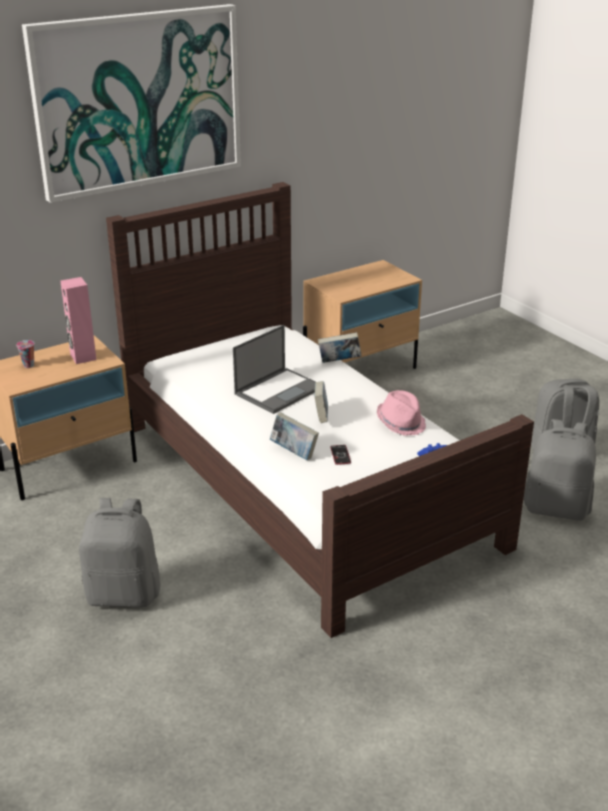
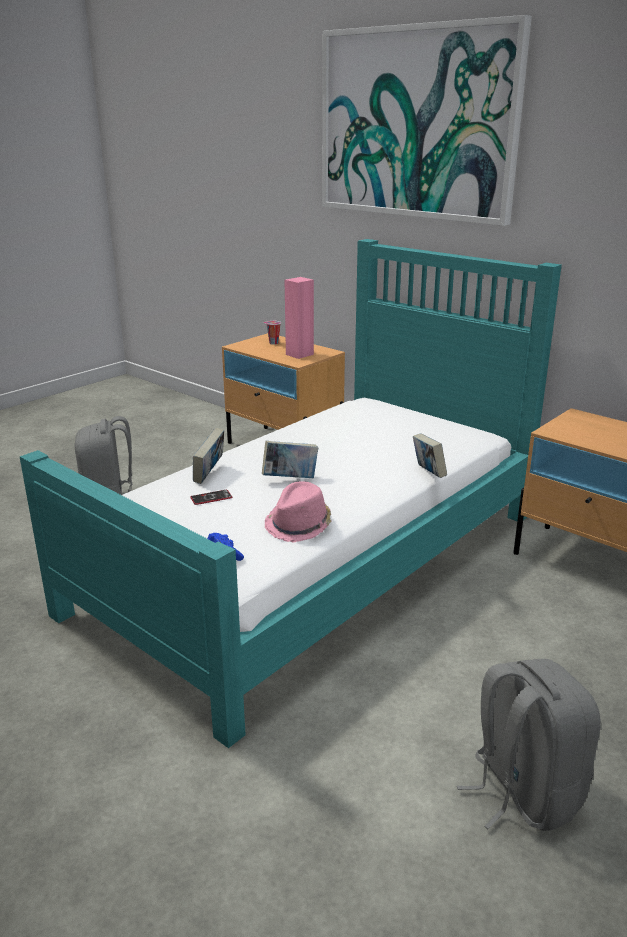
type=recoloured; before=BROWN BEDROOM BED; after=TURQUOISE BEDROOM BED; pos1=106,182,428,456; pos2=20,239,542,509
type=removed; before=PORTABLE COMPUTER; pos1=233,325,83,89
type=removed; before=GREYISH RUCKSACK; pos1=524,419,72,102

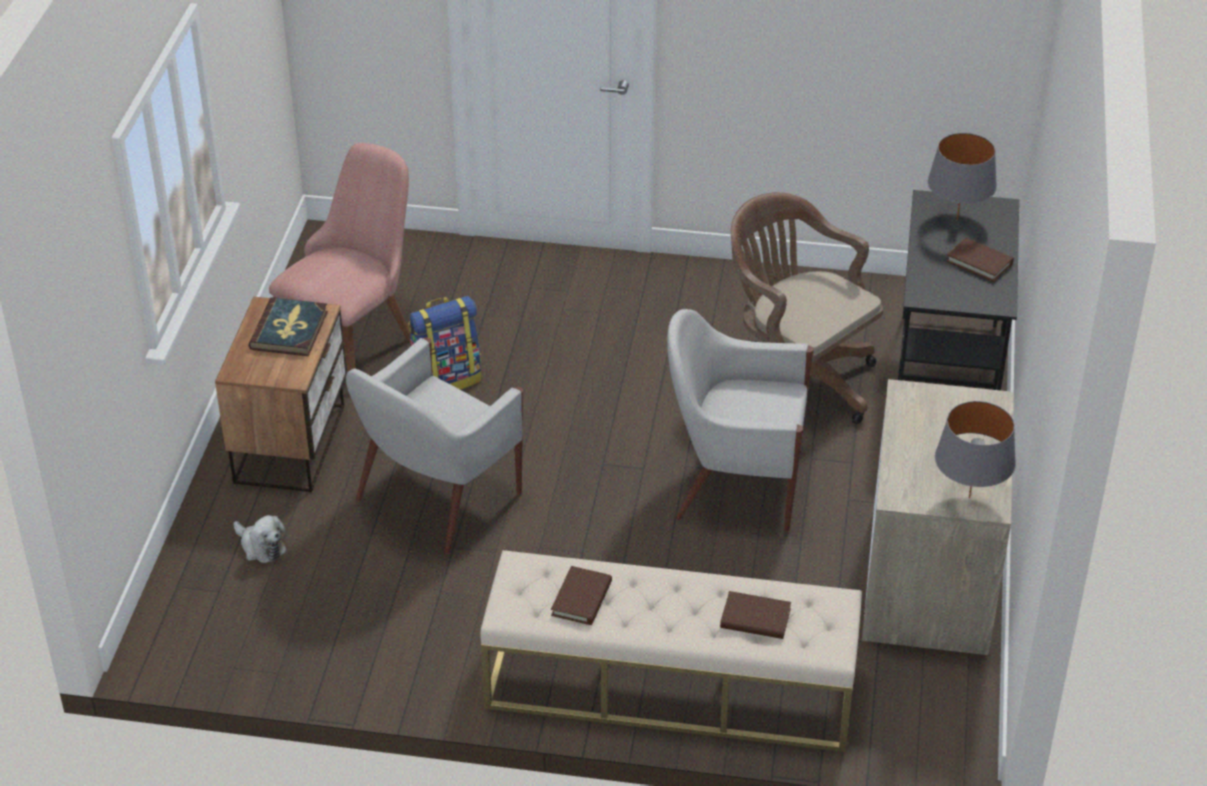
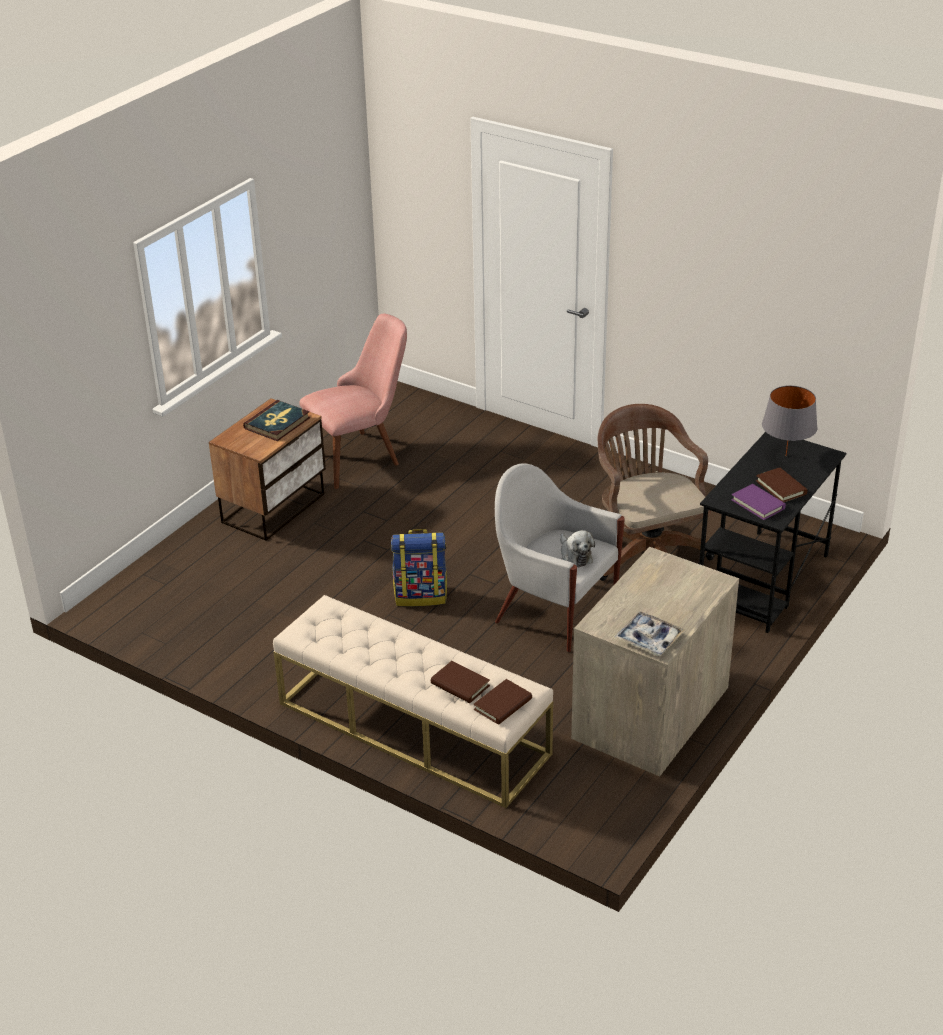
type=moved; before=RUCKSACK; pos1=408,296,73,94; pos2=391,529,56,78
type=moved; before=BROWN BOUND BOOK; pos1=551,566,61,59; pos2=473,679,59,46
type=moved; before=CUDDLY TOY; pos1=234,515,53,48; pos2=560,530,35,37
type=replaced; before=GREYISH TABLE LAMP; after=TRAY; pos1=935,401,81,98; pos2=615,611,70,45
type=added; after=PURPLE-COLOURED BOUND BOOK; pos2=731,484,55,36
type=removed; before=WHITE-COLOURED LOUNGE CHAIR; pos1=346,337,177,217

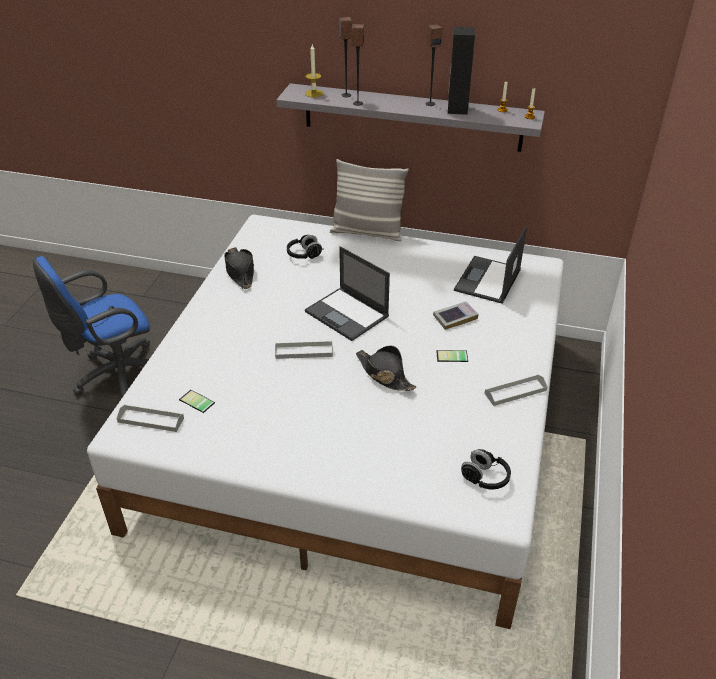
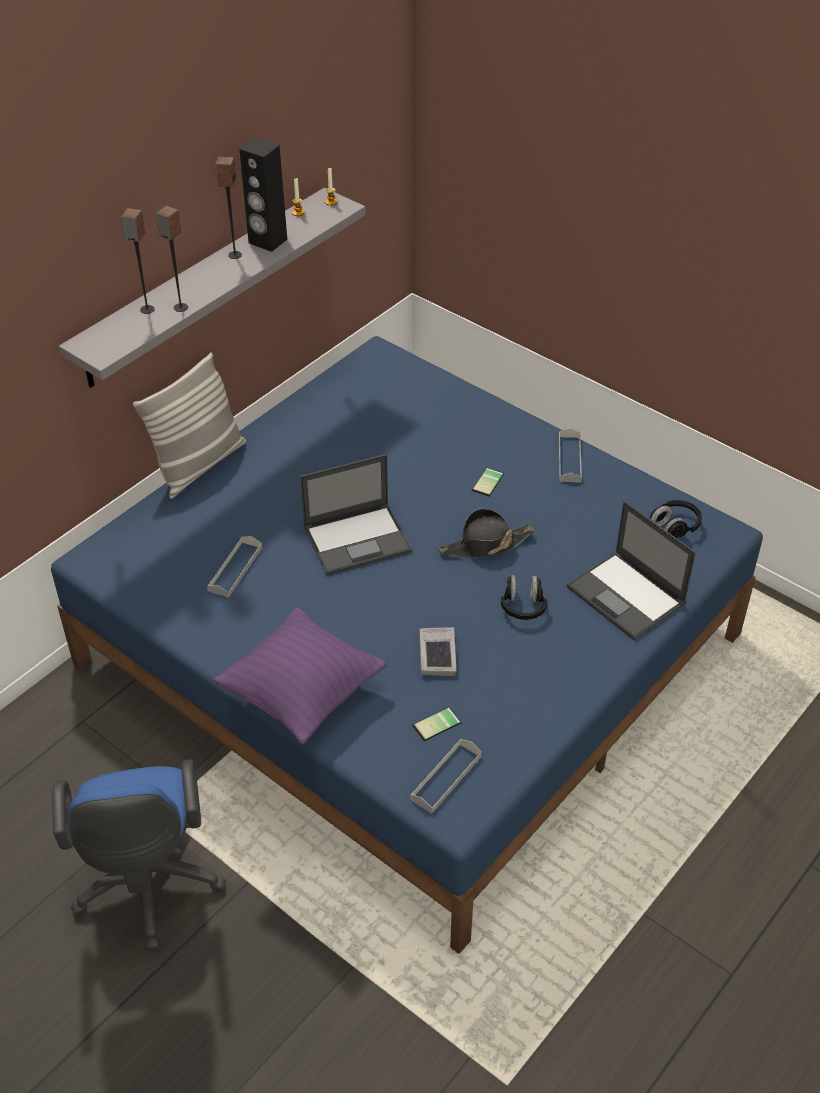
type=recoloured; before=WHITE-COLOURED BEDROOM BED; after=BLUE BEDROOM BED; pos1=87,215,477,414; pos2=51,336,712,618
type=moved; before=GREYISH TRAY; pos1=275,341,58,18; pos2=207,536,55,62
type=added; after=PURPLE-COLOURED CUSHION; pos2=213,607,174,137
type=moved; before=BOUND BOOK; pos1=433,301,46,29; pos2=419,627,38,49
type=moved; before=BLACKISH PAIR OF HEADPHONES; pos1=287,235,37,24; pos2=501,575,47,45
type=moved; before=PORTABLE COMPUTER; pos1=454,227,73,77; pos2=567,501,129,139
type=removed; before=BLACKISH CLOTHING HAT; pos1=224,247,30,42
type=removed; before=WAX LIGHT; pos1=305,44,18,54

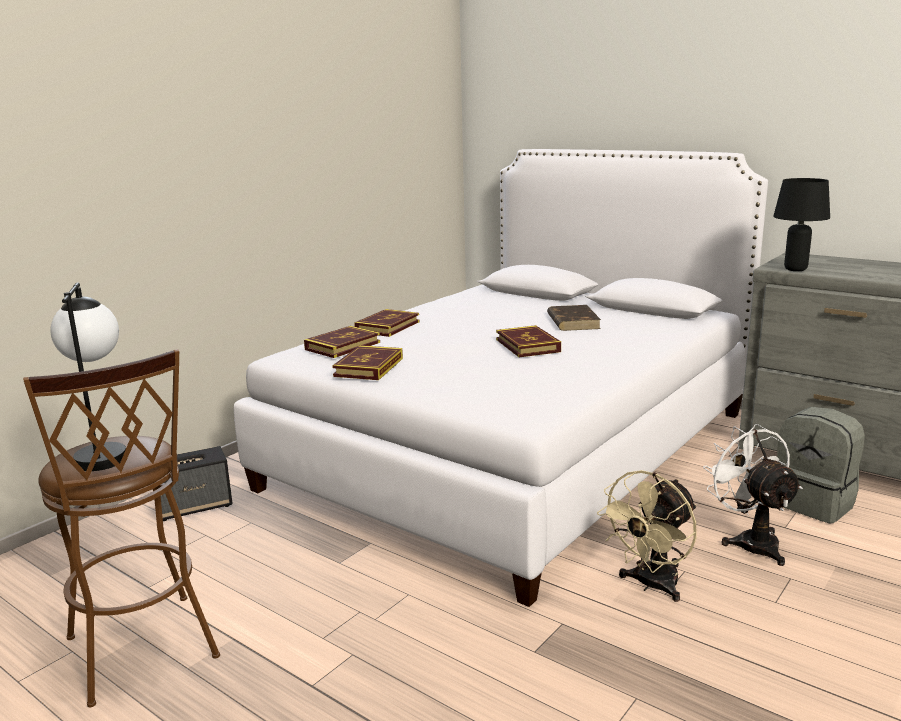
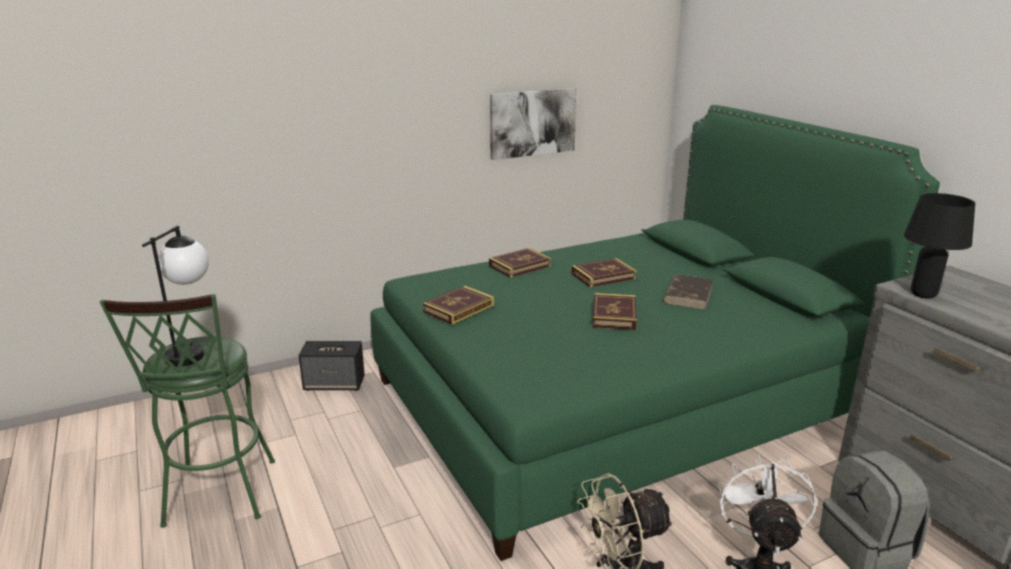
type=recoloured; before=BROWN STOOL SEAT; after=GREEN STOOL SEAT; pos1=23,349,197,358; pos2=100,294,175,234
type=recoloured; before=WHITE-COLOURED BEDROOM BED; after=GREEN BEDROOM BED; pos1=234,149,534,458; pos2=371,105,569,456
type=added; after=WALL ART; pos2=490,88,87,72
type=moved; before=BOUND BOOK; pos1=304,326,76,32; pos2=571,258,66,29

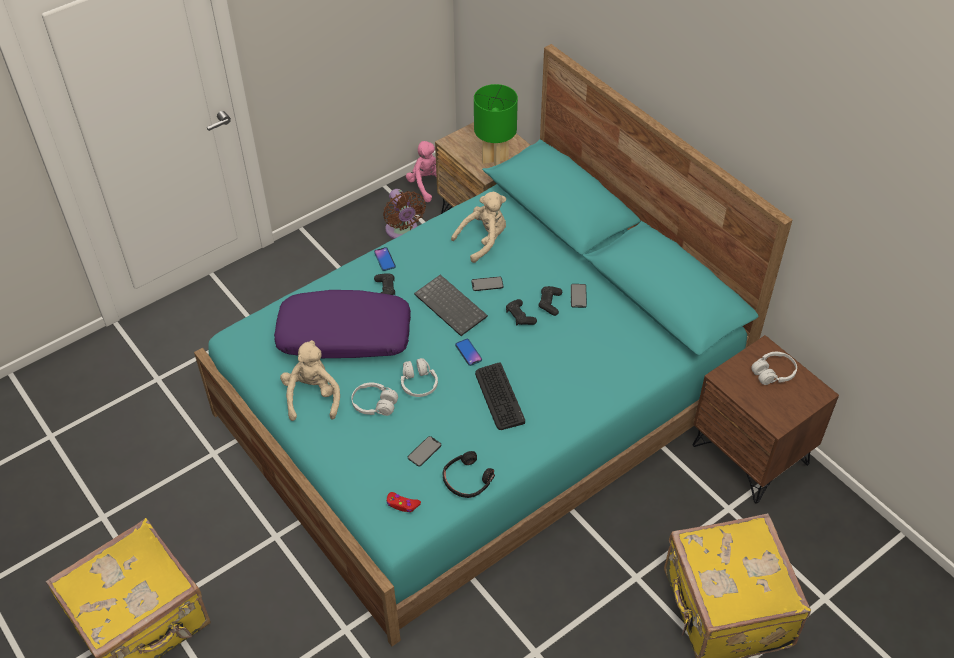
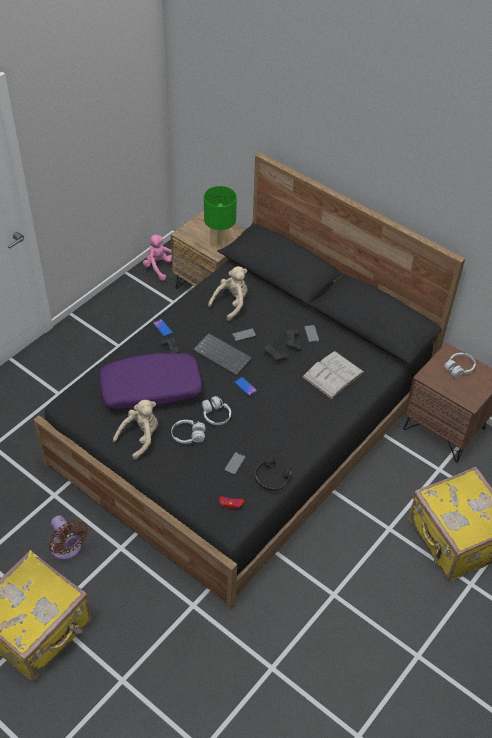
type=recoloured; before=TURQUOISE BEDROOM BED; after=BLACKISH BEDROOM BED; pos1=194,44,598,602; pos2=34,152,431,459
type=moved; before=BROWN FAN; pos1=383,189,43,50; pos2=49,515,39,45
type=turned; before=BEIGE CUDDLY TOY; pos1=280,340,60,81; pos2=113,400,45,60; turn=60
type=added; after=WHITE-COLOURED BOUND BOOK; pos2=302,351,62,48
type=removed; before=PC KEYBOARD; pos1=475,362,50,68

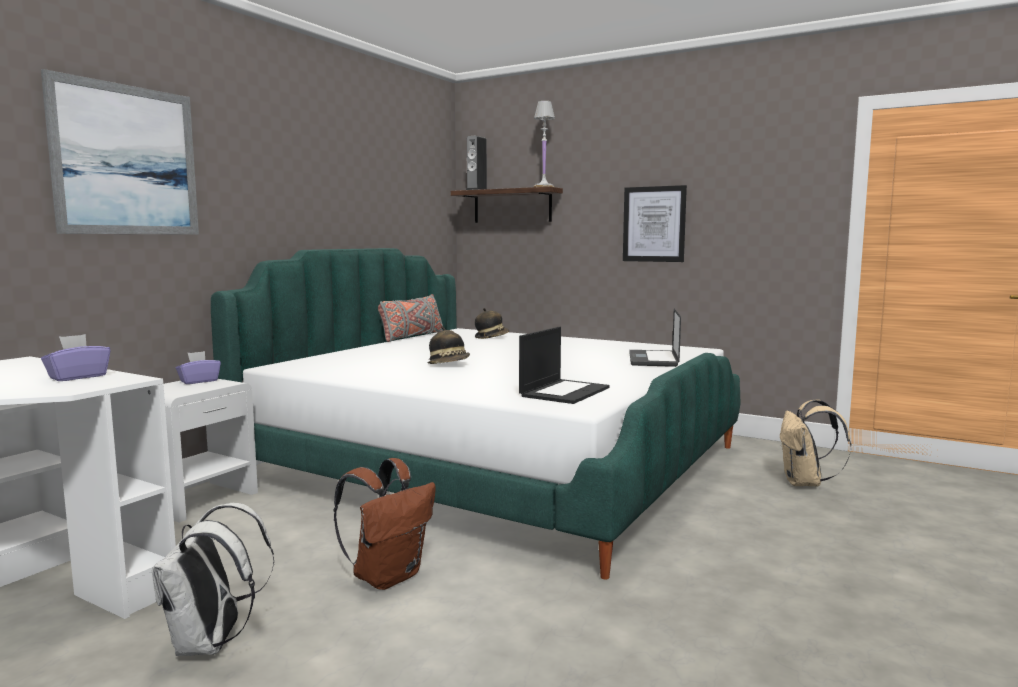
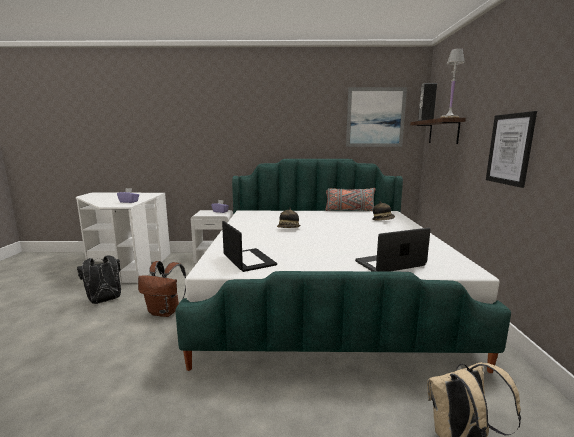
type=recoloured; before=WHITE-COLOURED RUCKSACK; after=BLACKISH RUCKSACK; pos1=152,503,122,153; pos2=77,255,44,49
type=turned; before=PORTABLE COMPUTER; pos1=519,327,91,77; pos2=222,221,55,51; turn=-120
type=moved; before=WALL ART; pos1=41,69,158,166; pos2=346,87,61,60

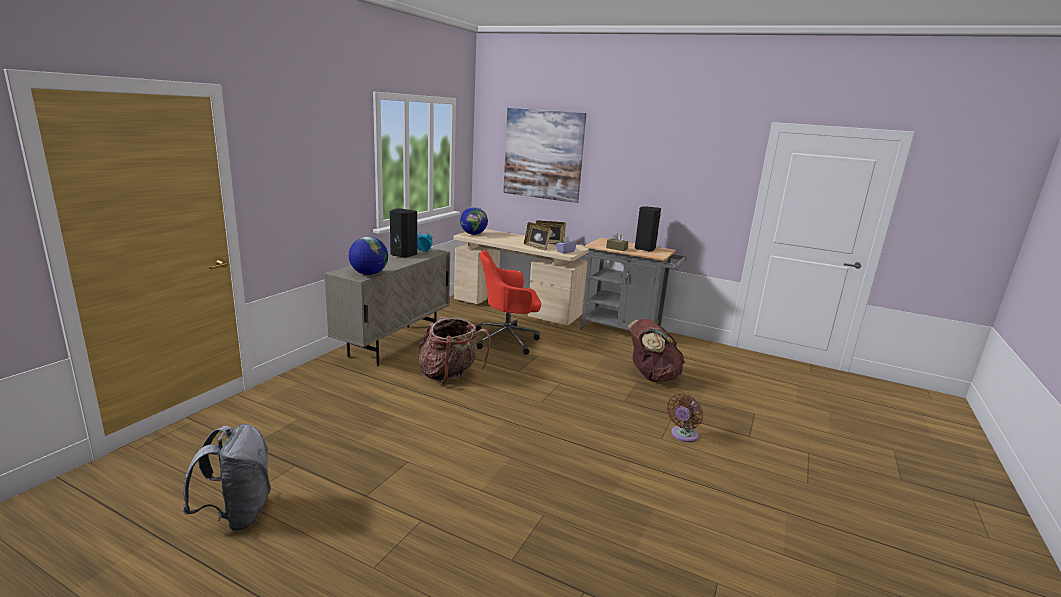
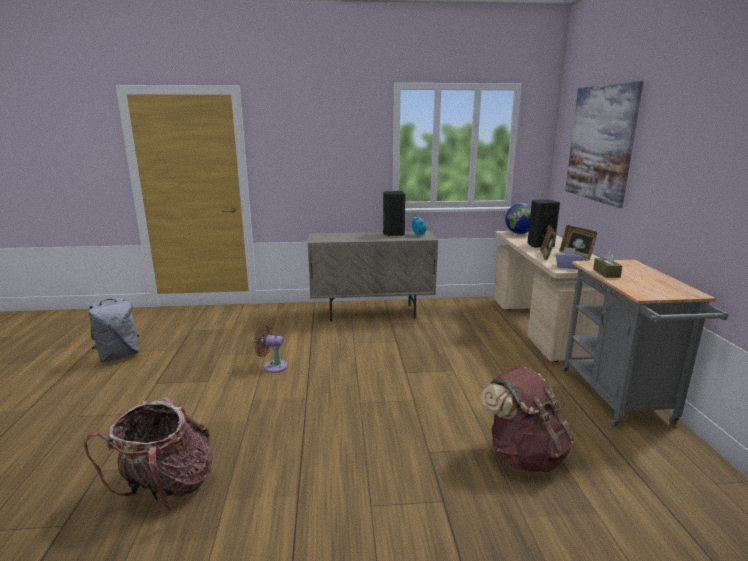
type=moved; before=RUCKSACK; pos1=418,317,73,68; pos2=84,397,129,114
type=moved; before=BROWN FAN; pos1=667,394,36,48; pos2=254,324,34,49
type=moved; before=BLACKISH AUDIO SPEAKER; pos1=635,206,26,46; pos2=527,199,33,49
type=removed; before=DESK GLOBE; pos1=348,237,40,38
type=removed; before=RED-COLOURED COMPUTER CHAIR; pos1=476,250,65,105

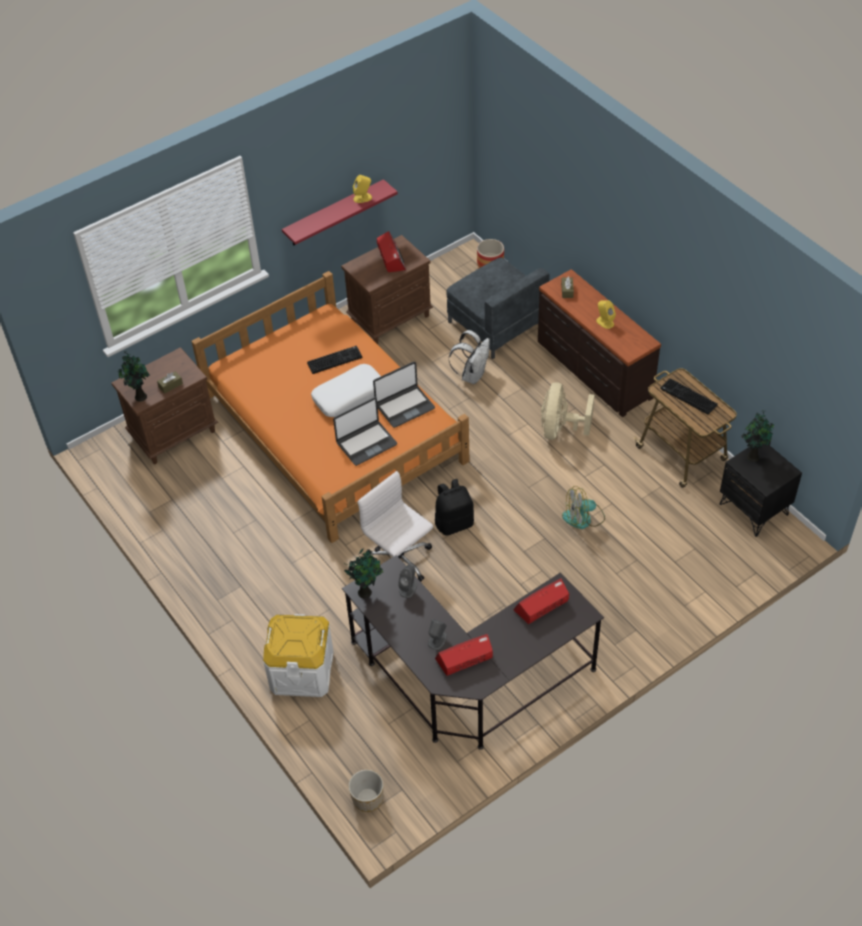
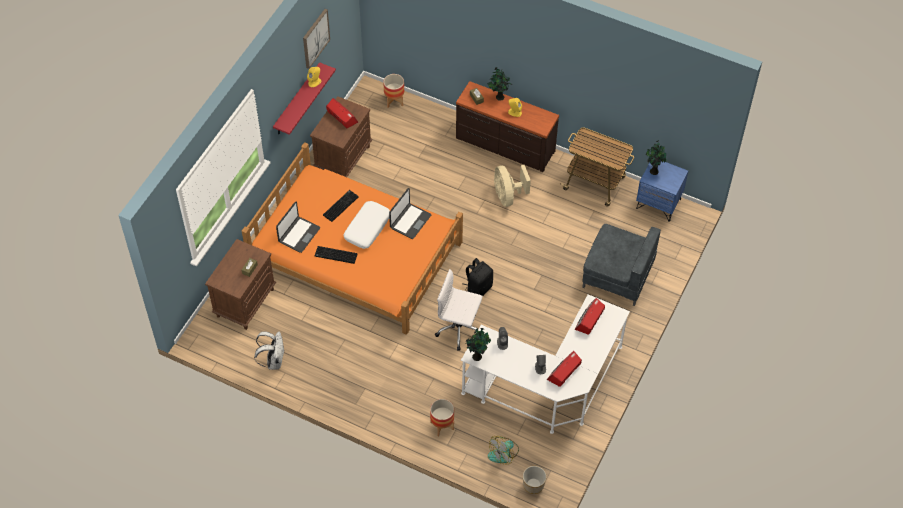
type=moved; before=WHITE-COLOURED RUCKSACK; pos1=449,330,41,54; pos2=254,331,30,39
type=moved; before=PORTABLE COMPUTER; pos1=333,397,64,69; pos2=276,201,44,52
type=added; after=WALL ART; pos2=303,9,27,60
type=moved; before=PC KEYBOARD; pos1=660,378,58,37; pos2=315,246,43,18
type=replaced; before=WHITE-COLOURED STORAGE BIN; after=FLOWER POT; pos1=263,614,71,83; pos2=430,399,24,37
type=recoloured; before=BLACKISH DESK UNIT; after=WHITE-COLOURED DESK UNIT; pos1=342,555,262,195; pos2=461,294,169,140
type=moved; before=PLANT IN A POT; pos1=119,351,31,51; pos2=487,67,25,34
type=moved; before=FAN; pos1=562,486,43,43; pos2=488,436,31,28
type=moved; before=GREYISH LOUNGE CHAIR; pos1=447,257,103,102; pos2=582,224,79,82
type=recoloured; before=BLACKISH NIGHT TABLE; after=BLUE NIGHT TABLE; pos1=719,443,83,94; pos2=636,160,52,62

